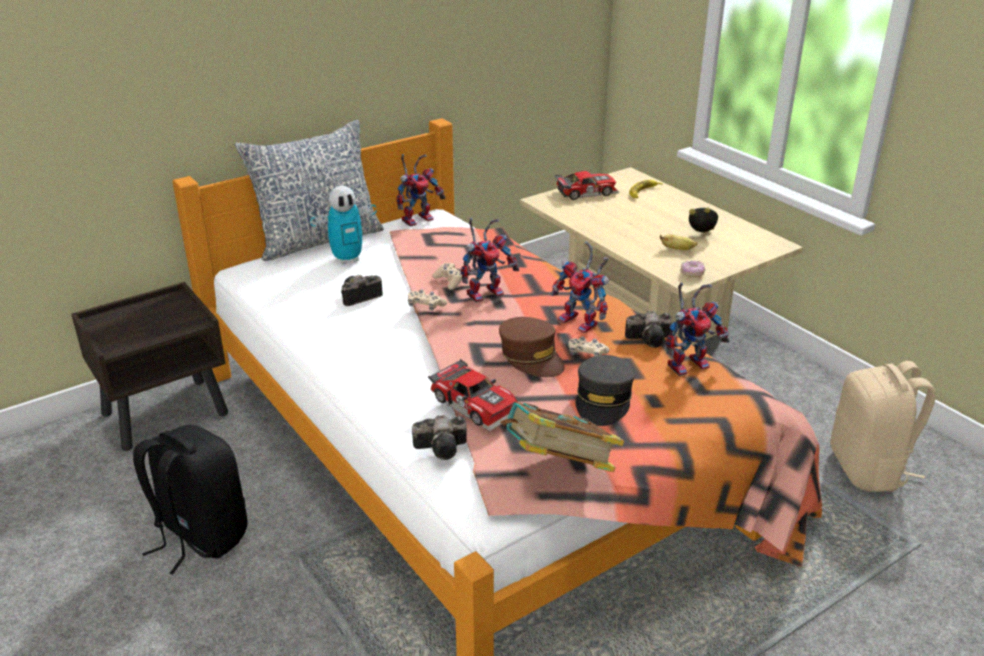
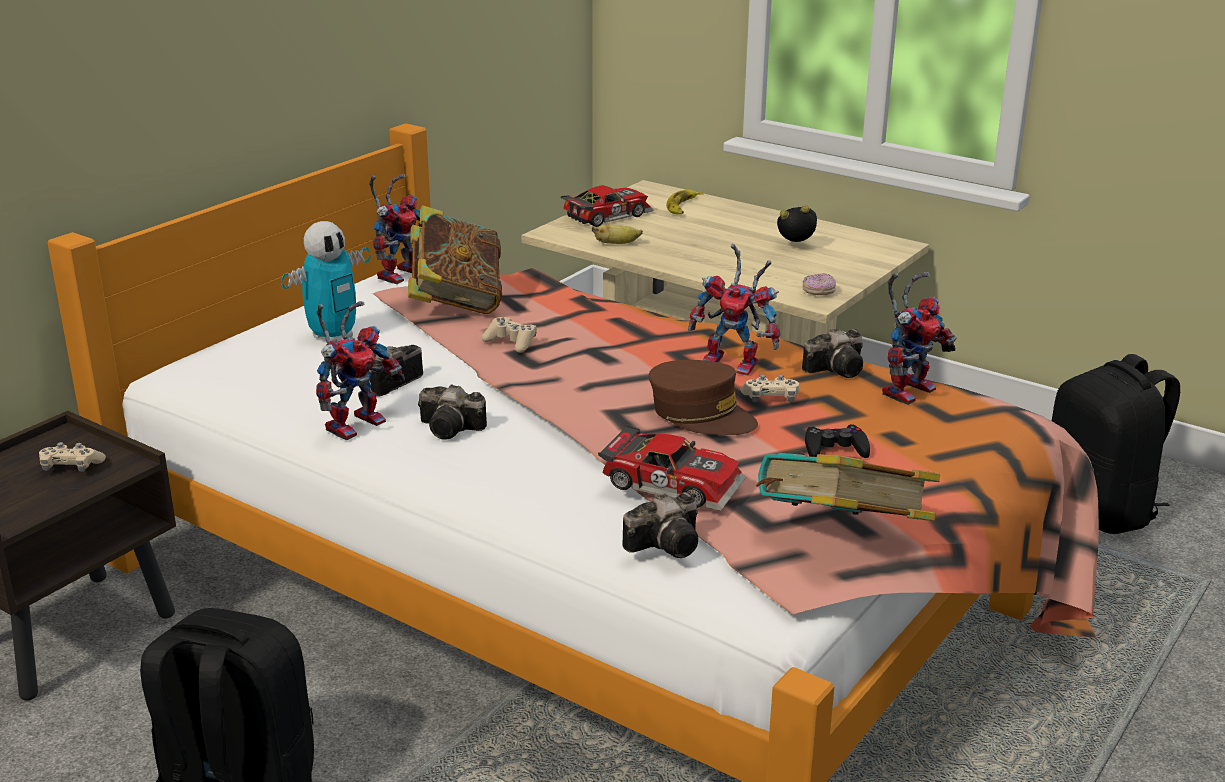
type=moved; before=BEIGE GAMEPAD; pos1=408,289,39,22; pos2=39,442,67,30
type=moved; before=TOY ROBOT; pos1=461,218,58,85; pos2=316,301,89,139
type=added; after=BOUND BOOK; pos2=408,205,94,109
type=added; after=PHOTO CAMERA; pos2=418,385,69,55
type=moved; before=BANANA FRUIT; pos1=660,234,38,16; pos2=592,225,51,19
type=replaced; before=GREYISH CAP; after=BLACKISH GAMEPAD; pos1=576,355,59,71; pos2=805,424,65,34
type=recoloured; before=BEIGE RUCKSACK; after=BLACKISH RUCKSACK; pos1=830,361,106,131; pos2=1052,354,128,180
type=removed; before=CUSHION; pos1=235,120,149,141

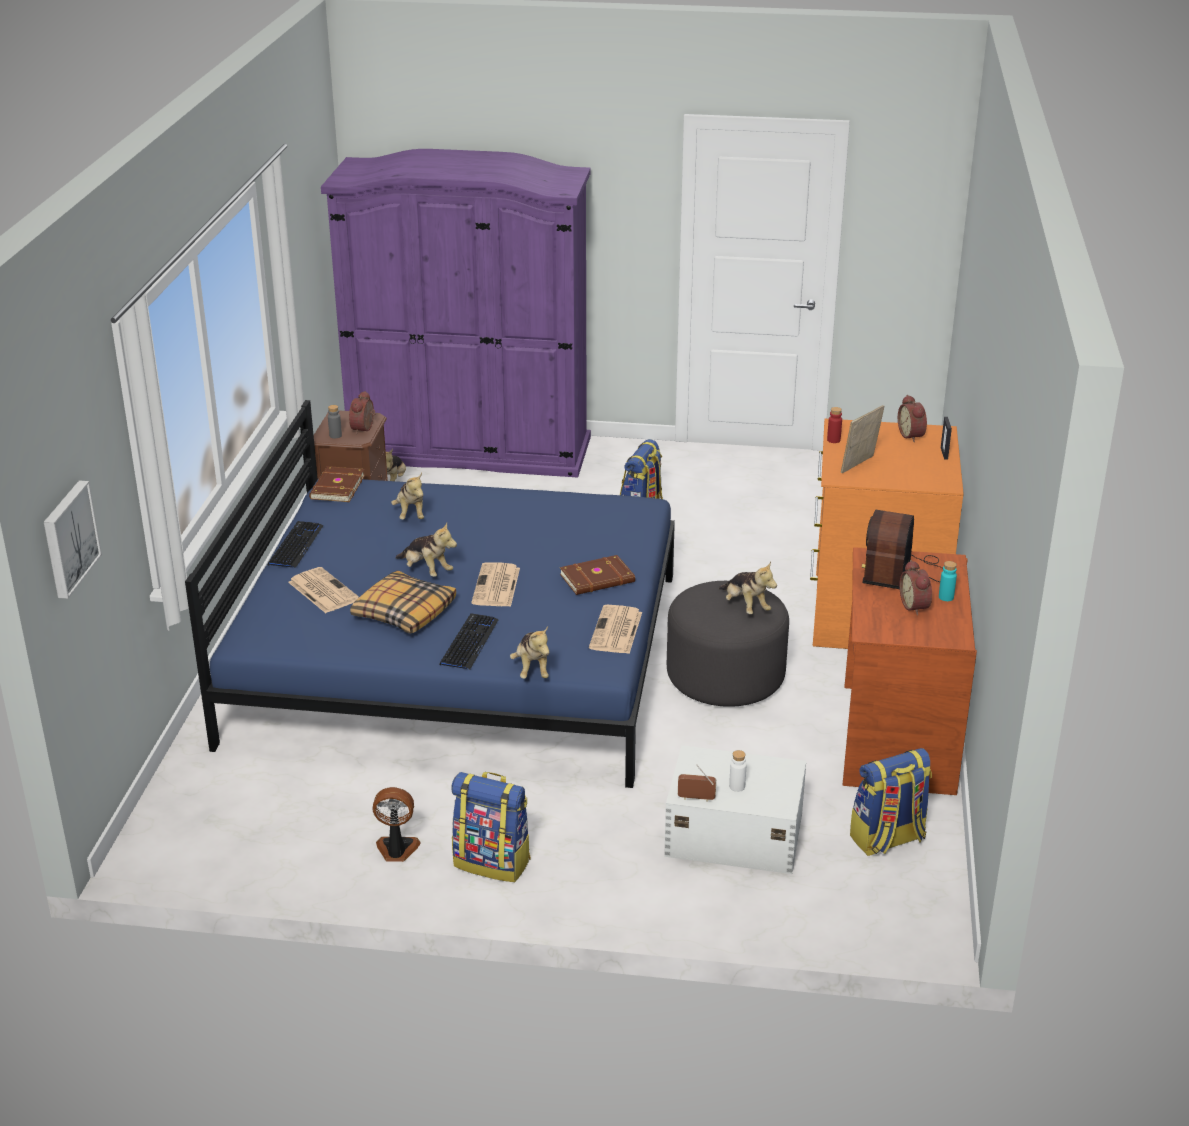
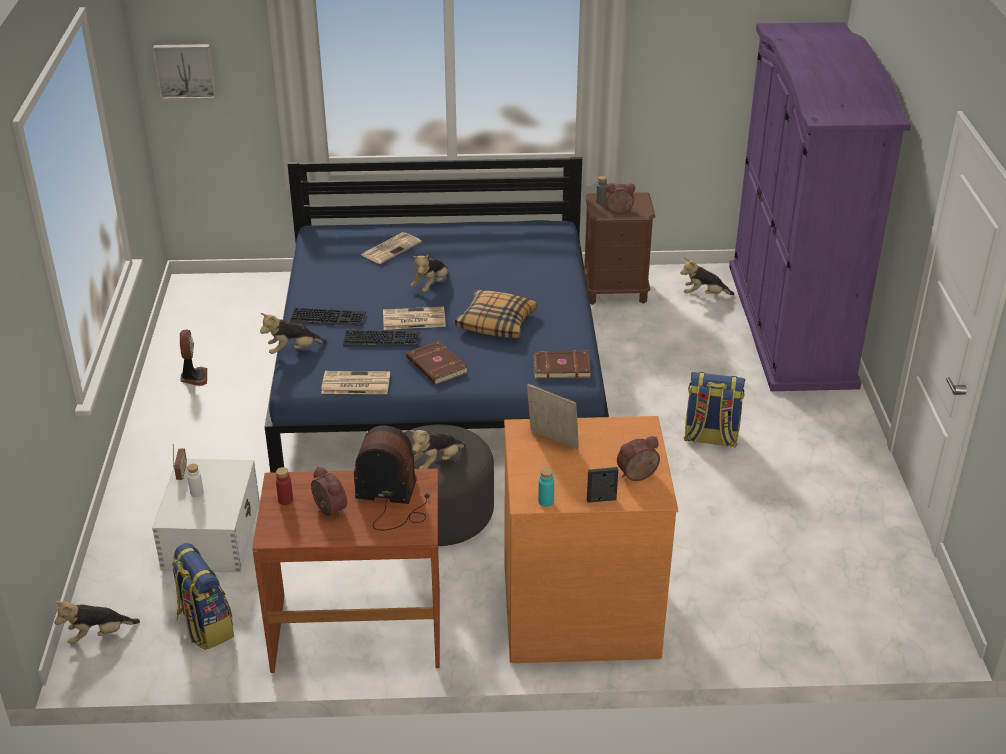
type=moved; before=CUDDLY TOY; pos1=391,473,33,47; pos2=54,601,86,43
type=moved; before=RED-COLOURED BEVERAGE BOTTLE; pos1=827,407,15,36; pos2=276,467,17,38
type=turned; before=ALARM CLOCK; pos1=899,560,33,56; pos2=311,467,36,49; turn=75
type=moved; before=PC KEYBOARD; pos1=268,521,56,47; pos2=343,330,77,17
type=moved; before=CUSHION; pos1=350,570,106,64; pos2=455,290,82,48
type=moved; before=BROWN BOUND BOOK; pos1=309,466,56,36; pos2=533,351,58,28
type=moved; before=TURQUOISE BEVERAGE BOTTLE; pos1=939,561,18,40; pos2=538,467,16,40
type=removed; before=RUCKSACK; pos1=451,772,80,110

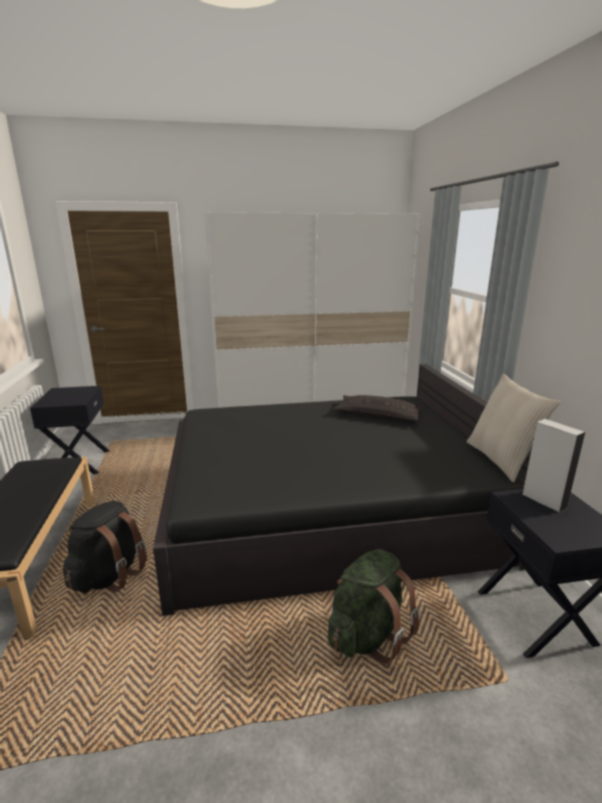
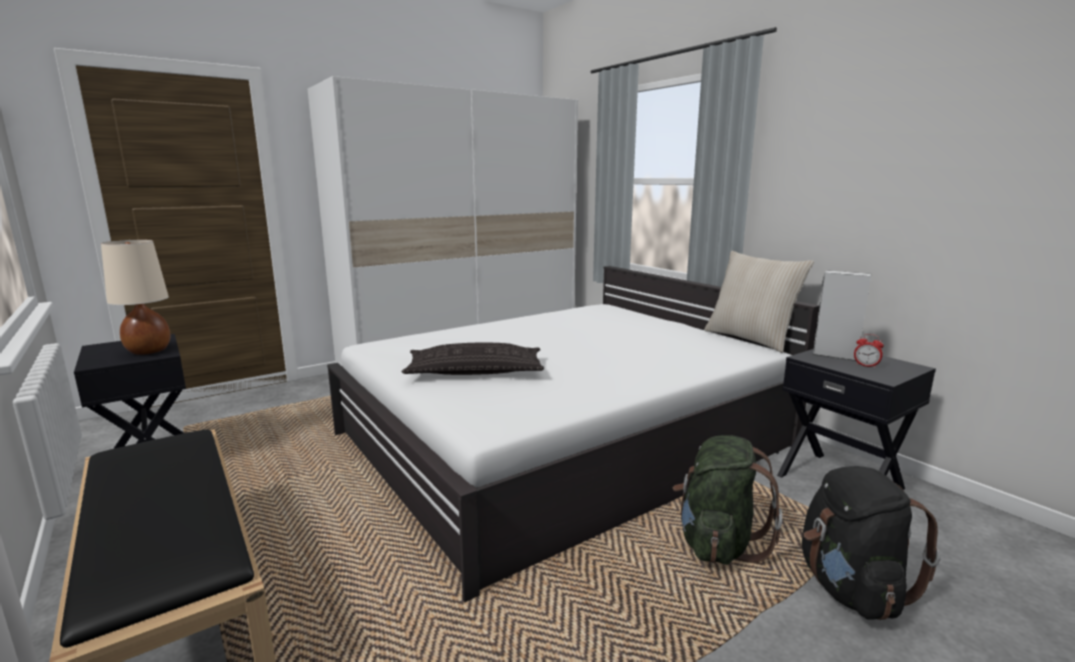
type=added; after=BEIGE TABLE LAMP; pos2=101,240,69,115
type=recoloured; before=BLACKISH BEDROOM BED; after=WHITE-COLOURED BEDROOM BED; pos1=153,364,379,252; pos2=327,266,492,336
type=moved; before=CUSHION; pos1=333,395,92,26; pos2=402,343,142,32
type=moved; before=BLACKISH RUCKSACK; pos1=63,501,84,92; pos2=802,466,139,154
type=added; after=ALARM CLOCK; pos2=854,334,30,34

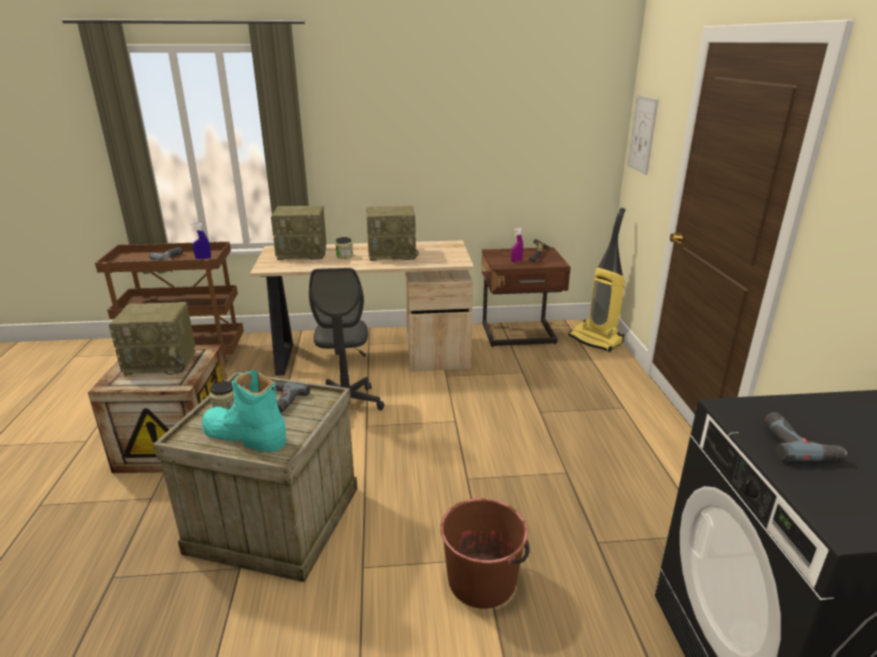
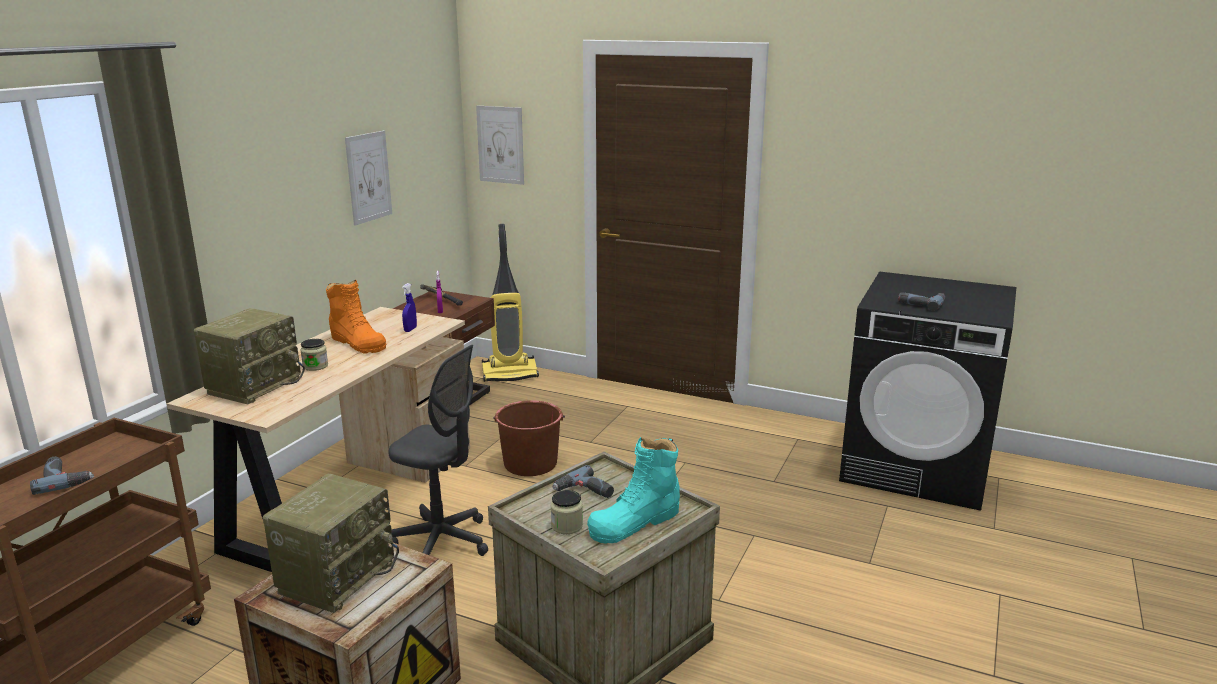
type=replaced; before=RADIO; after=ORANGEY HIGH-TOP BOOT; pos1=366,206,52,55; pos2=326,280,61,73
type=added; after=WALL ART; pos2=345,131,47,95
type=moved; before=BLUE HAND SPRAYER; pos1=191,223,20,36; pos2=402,283,15,49
type=moved; before=BROWN BUCKET; pos1=440,498,90,111; pos2=493,400,72,76

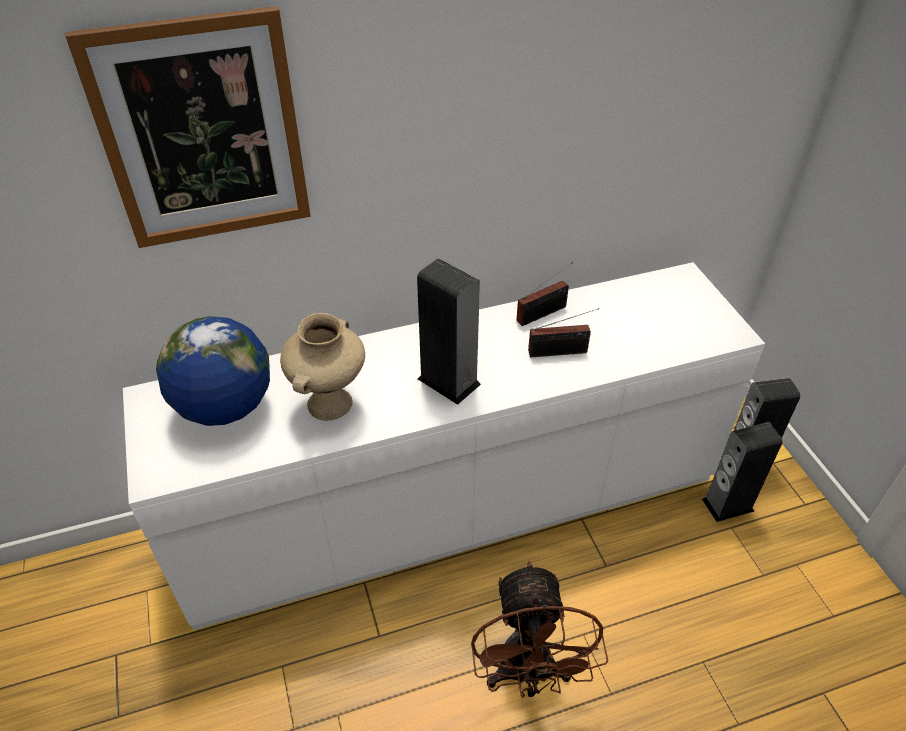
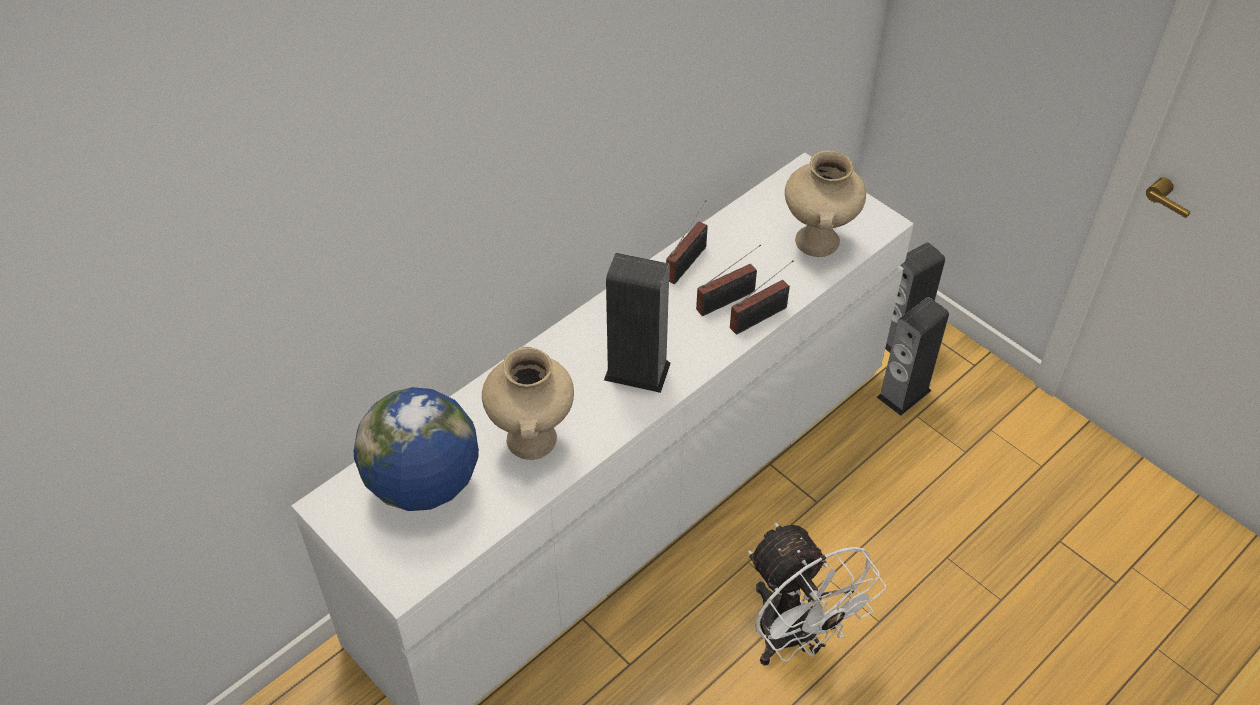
type=added; after=RADIO; pos2=730,260,64,75
type=recoloured; before=BROWN FAN; after=WHITE-COLOURED FAN; pos1=471,561,137,137; pos2=748,523,138,143
type=added; after=BEIGE FLOWER VASE; pos2=785,150,81,107
type=removed; before=WALL ART; pos1=65,6,246,242

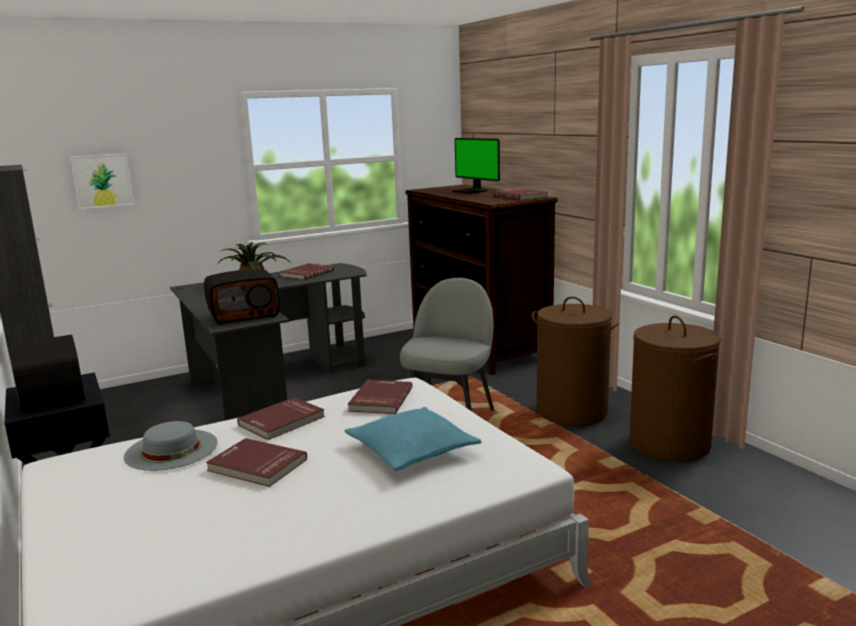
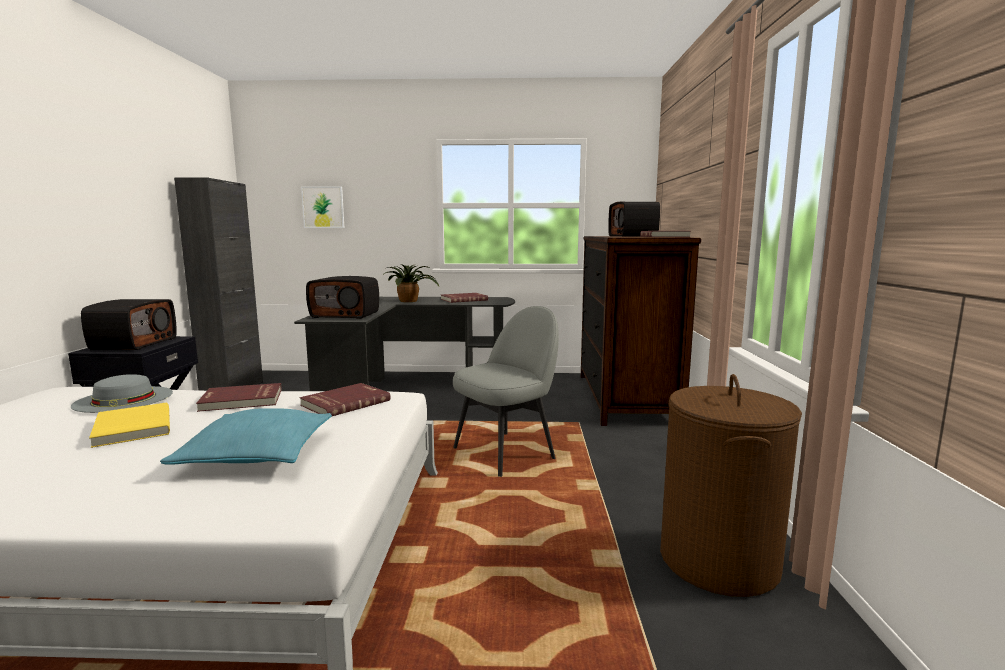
type=recoloured; before=RED-COLOURED BOUND BOOK; after=YELLOW-COLOURED BOUND BOOK; pos1=206,438,101,49; pos2=89,403,81,45
type=replaced; before=COMPUTER SCREEN; after=RADIO; pos1=452,138,48,56; pos2=608,202,52,35
type=removed; before=BROWN LAUNDRY BASKET; pos1=532,297,88,129

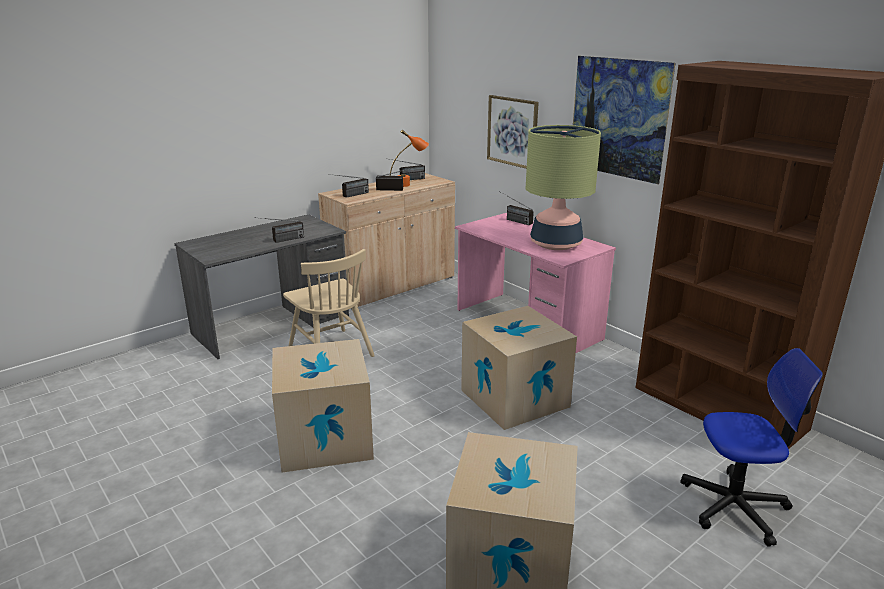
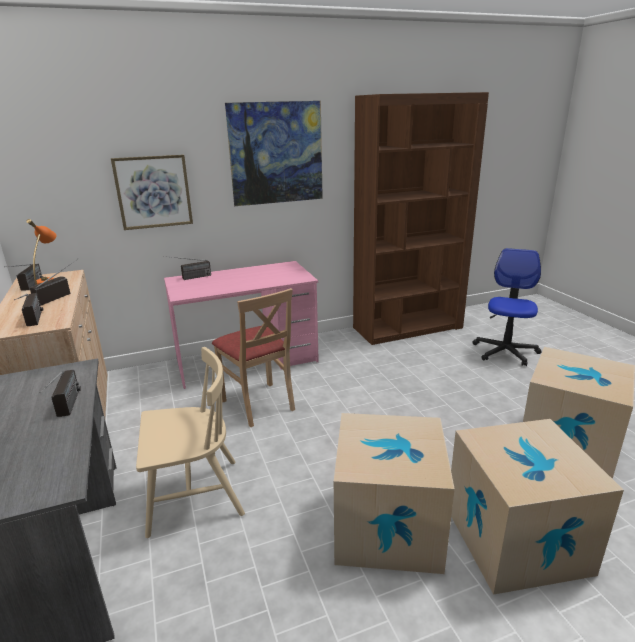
type=added; after=BEIGE CHAIR; pos2=212,288,83,139
type=moved; before=PACKING BOX; pos1=461,306,116,124; pos2=451,419,173,176
type=removed; before=TABLE LAMP; pos1=525,125,76,125

